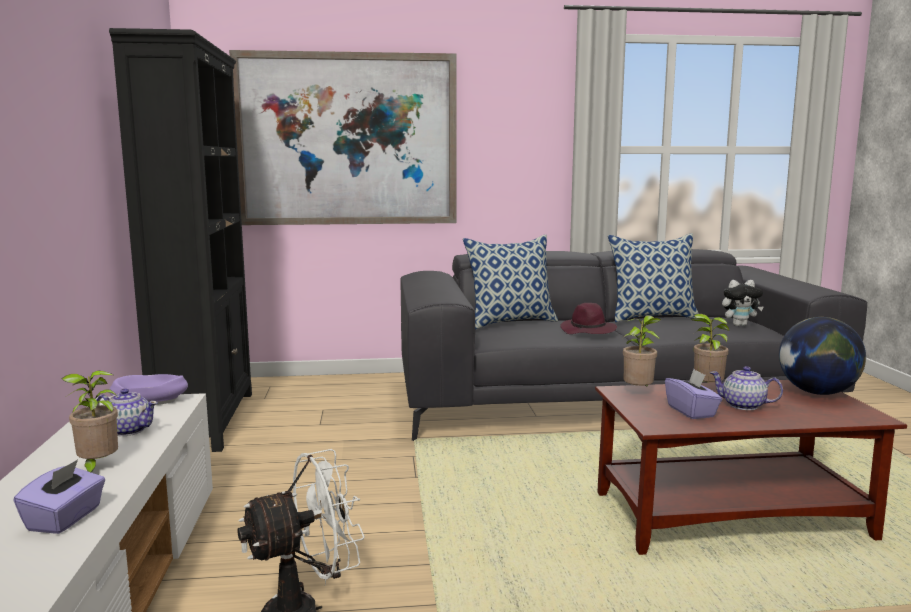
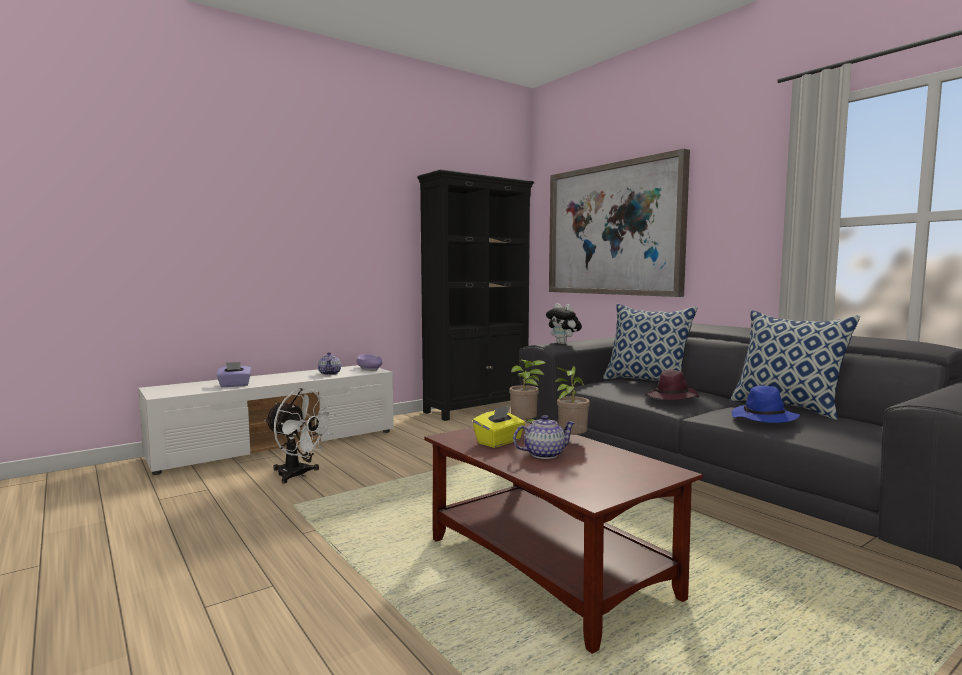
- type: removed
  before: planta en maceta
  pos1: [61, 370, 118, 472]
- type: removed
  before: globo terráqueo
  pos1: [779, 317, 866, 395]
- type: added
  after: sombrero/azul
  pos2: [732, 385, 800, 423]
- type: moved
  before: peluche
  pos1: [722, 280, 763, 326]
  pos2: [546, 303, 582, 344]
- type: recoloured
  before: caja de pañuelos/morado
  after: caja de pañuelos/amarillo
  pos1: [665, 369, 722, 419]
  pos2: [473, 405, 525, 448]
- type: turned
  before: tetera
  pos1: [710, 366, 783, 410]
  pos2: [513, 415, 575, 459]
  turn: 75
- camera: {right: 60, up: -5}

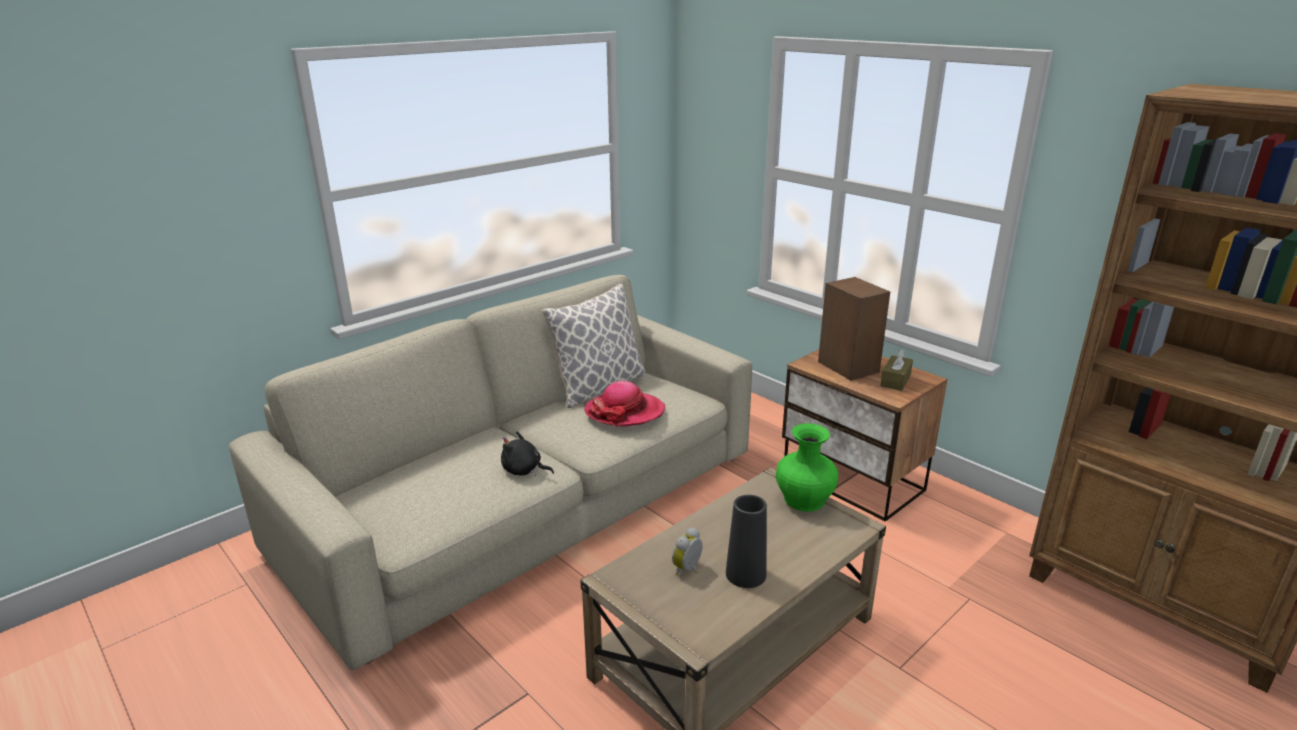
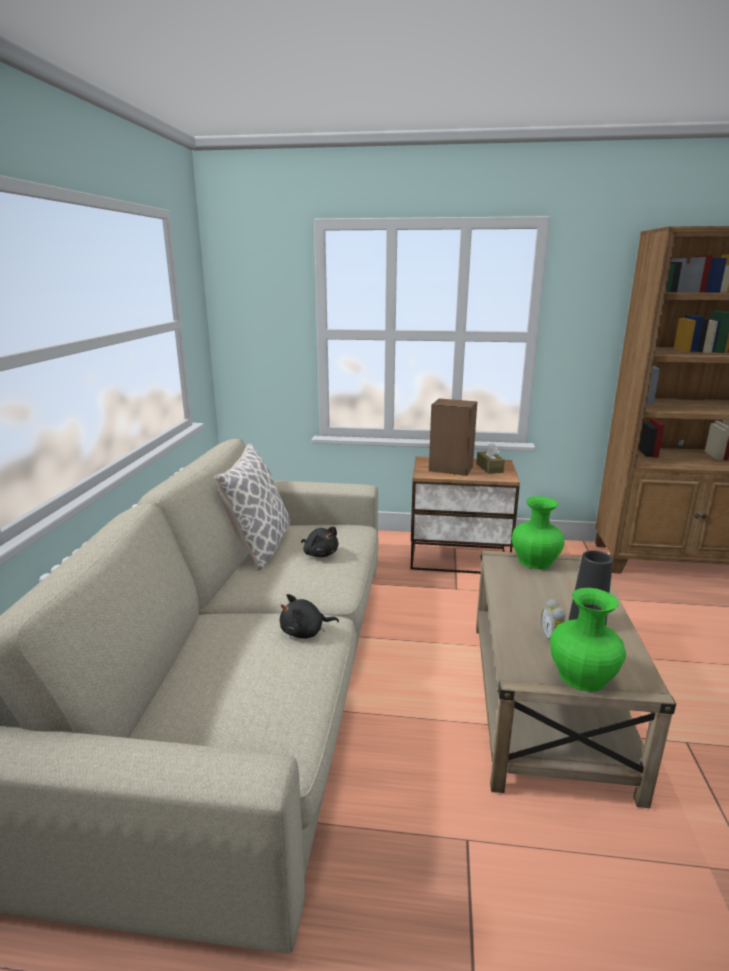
- type: added
  after: florero/verde
  pos2: [550, 588, 626, 692]
- type: replaced
  before: sombrero
  after: peluche/negro
  pos1: [584, 381, 665, 427]
  pos2: [301, 527, 339, 557]
- camera: {right: -40, up: -5}

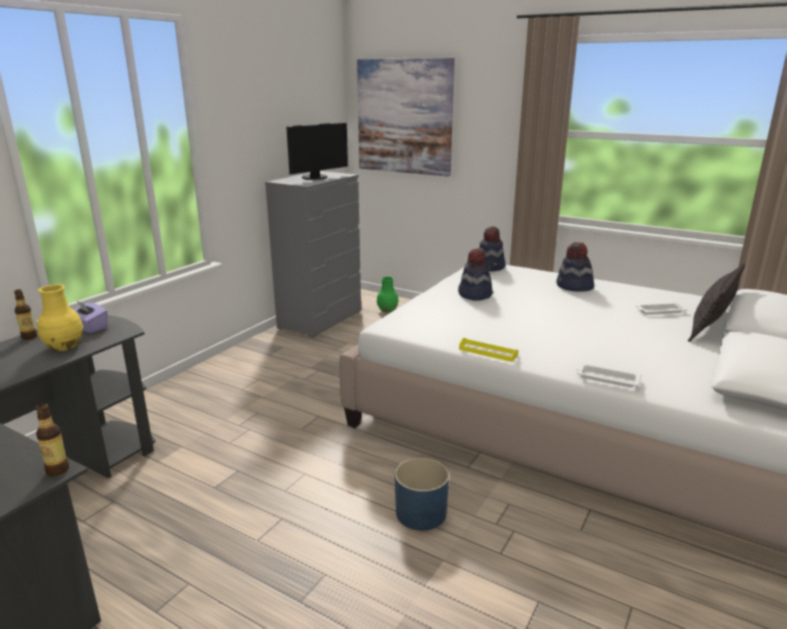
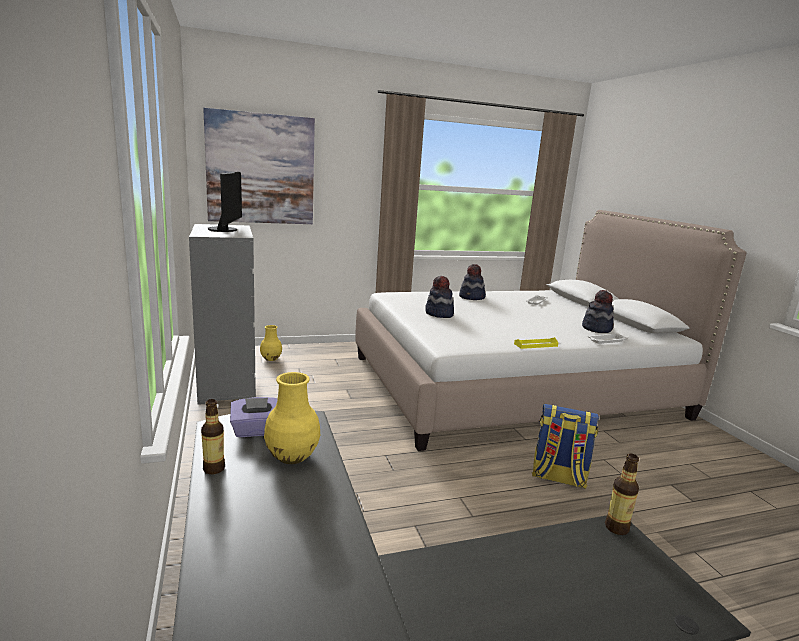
- type: removed
  before: cojín
  pos1: [688, 263, 745, 342]
- type: moved
  before: sombrero
  pos1: [479, 226, 506, 272]
  pos2: [582, 290, 614, 333]
- type: replaced
  before: maceta/azul
  after: mochila
  pos1: [395, 458, 449, 531]
  pos2: [532, 404, 599, 489]
- type: recoloured
  before: florero/verde
  after: florero/amarillo
  pos1: [377, 276, 399, 313]
  pos2: [260, 325, 282, 361]
- camera: {right: -50, up: -5}

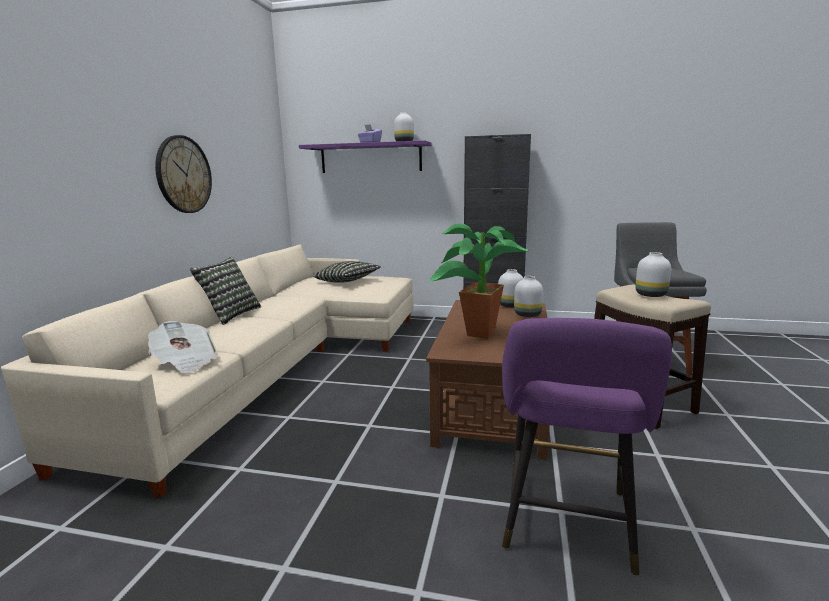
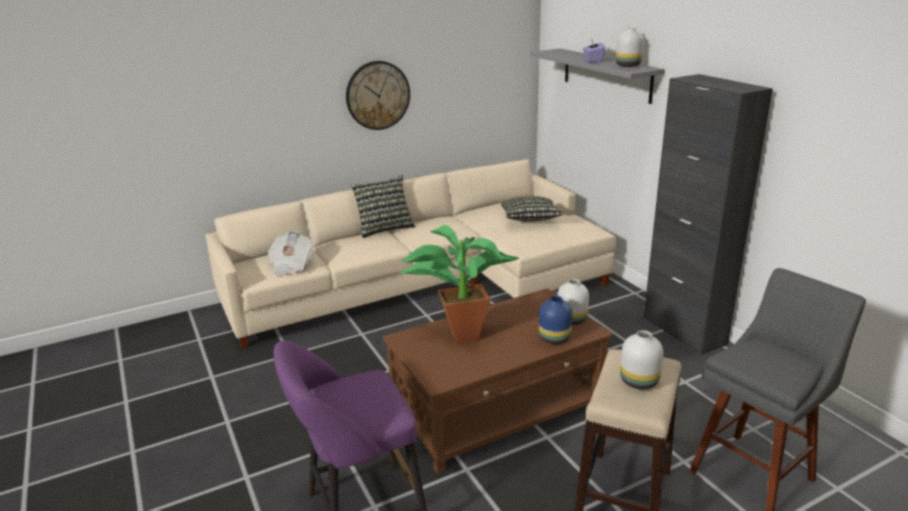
- type: recoloured
  before: estante/morado
  after: estante/gris
  pos1: [299, 140, 432, 173]
  pos2: [530, 49, 665, 104]
- type: recoloured
  before: florero/blanco
  after: florero/azul
  pos1: [514, 276, 543, 317]
  pos2: [539, 296, 572, 344]
- camera: {right: 50, up: 10}

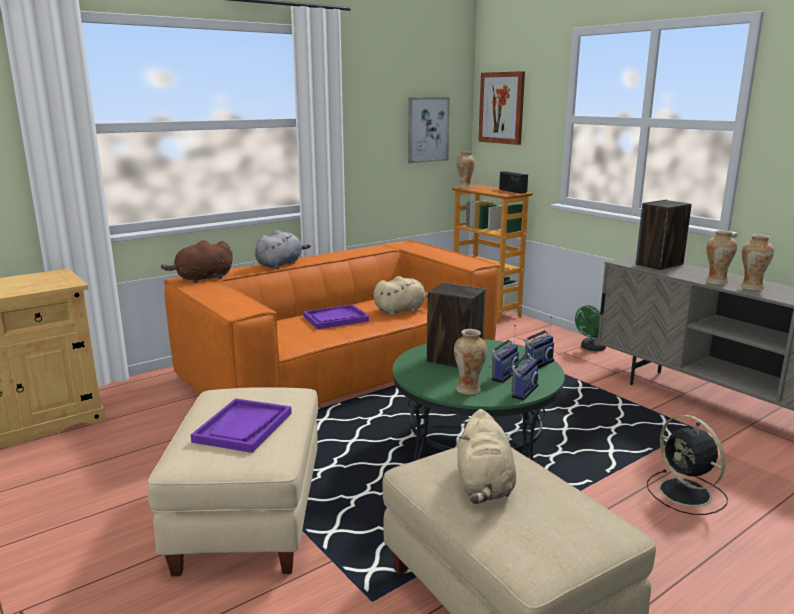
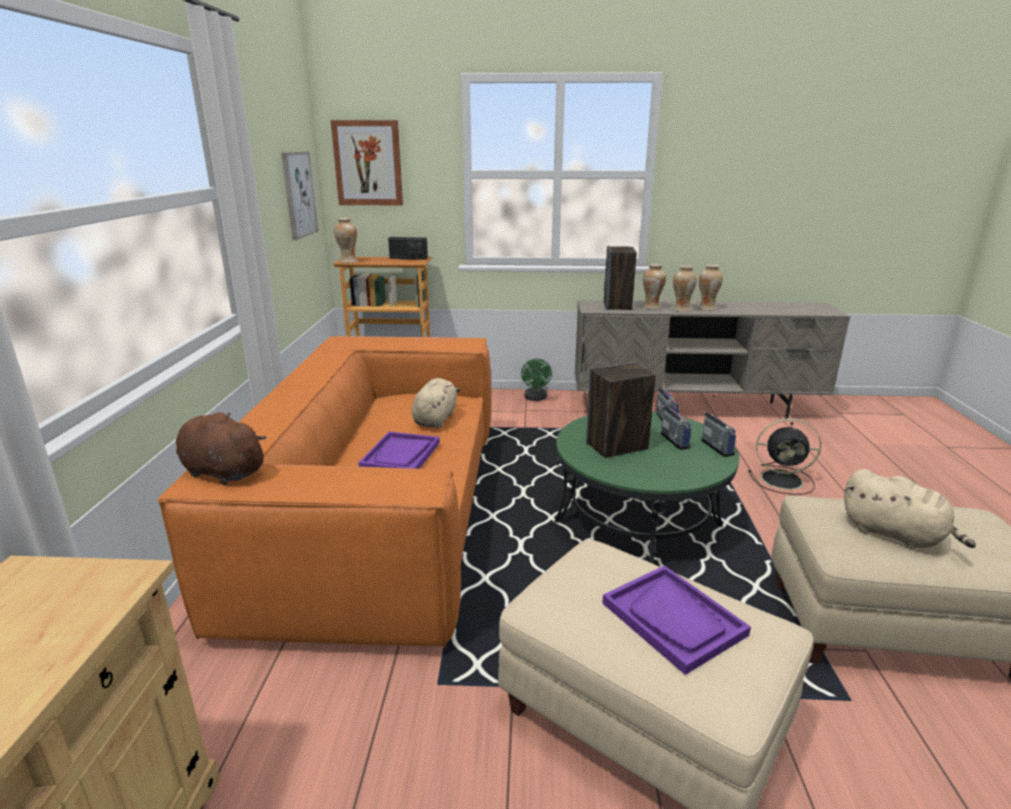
- type: removed
  before: peluche/gris
  pos1: [255, 230, 311, 269]
- type: moved
  before: florero
  pos1: [454, 329, 487, 395]
  pos2: [643, 264, 666, 310]
- type: turned
  before: peluche/marrón
  pos1: [161, 240, 233, 283]
  pos2: [176, 412, 267, 485]
  turn: 105
- camera: {right: -50, up: 5}

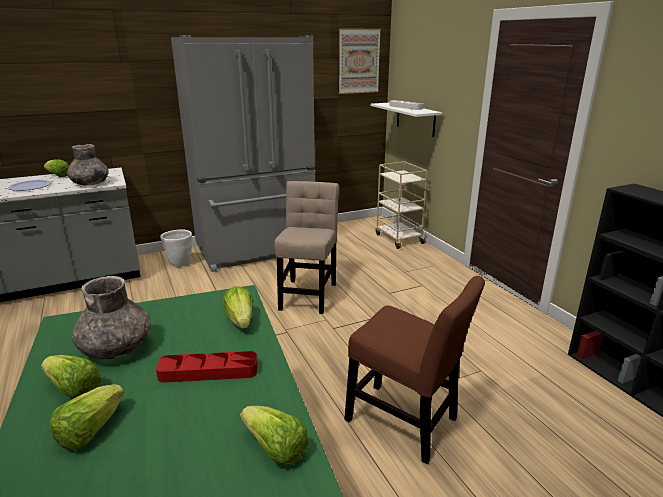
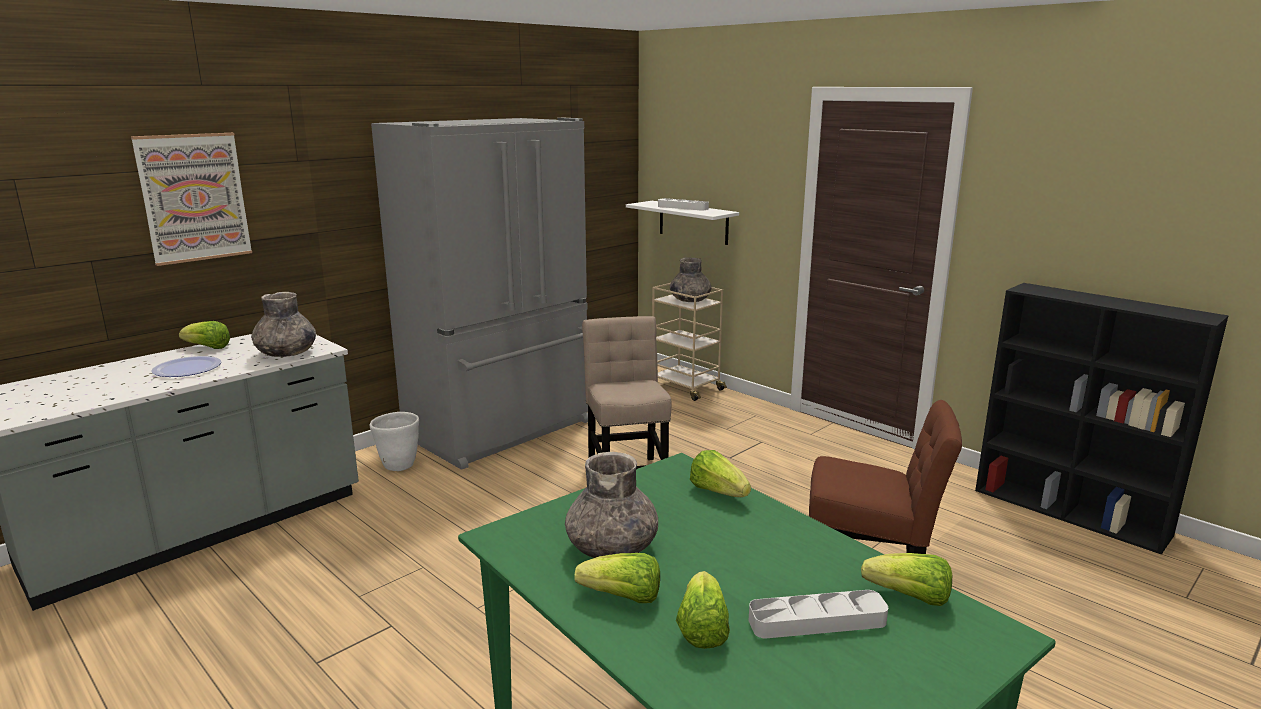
- type: removed
  before: bandeja/rojo
  pos1: [156, 351, 258, 383]
- type: added
  after: florero/gris
  pos2: [670, 257, 711, 302]
- type: added
  after: bandeja/gris
  pos2: [749, 590, 888, 638]
- type: moved
  before: cuadro
  pos1: [339, 28, 381, 94]
  pos2: [131, 133, 252, 266]
- camera: {right: -20, up: -5}

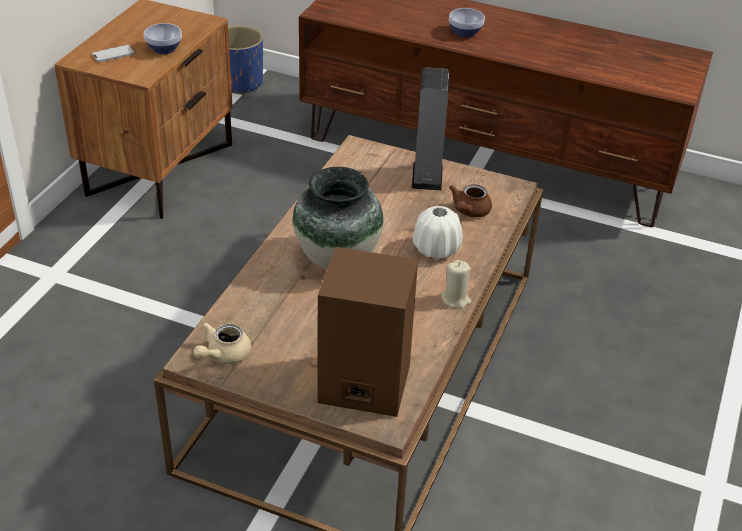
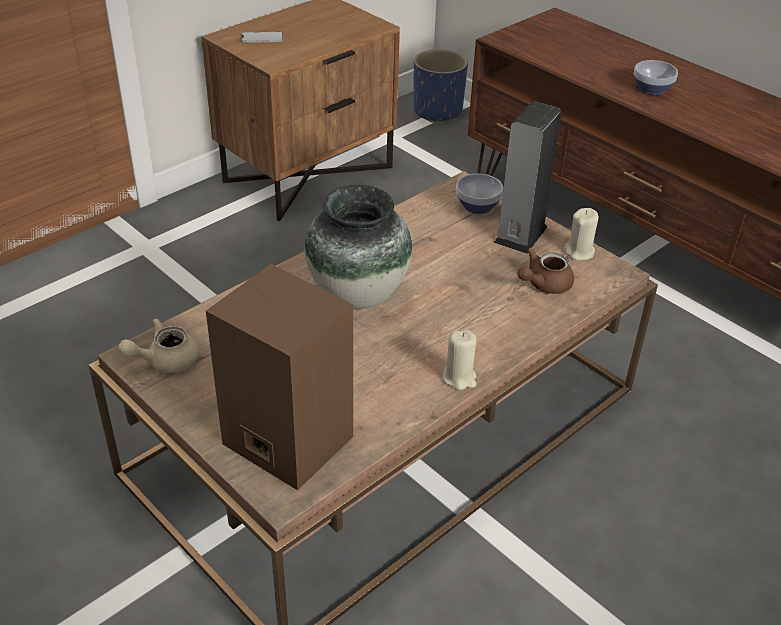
- type: removed
  before: florero/blanco
  pos1: [413, 206, 463, 259]
- type: added
  after: vela/beis
  pos2: [564, 208, 599, 260]
- type: moved
  before: cuenco
  pos1: [144, 23, 182, 54]
  pos2: [456, 174, 503, 214]
- camera: {right: 25, up: 0}

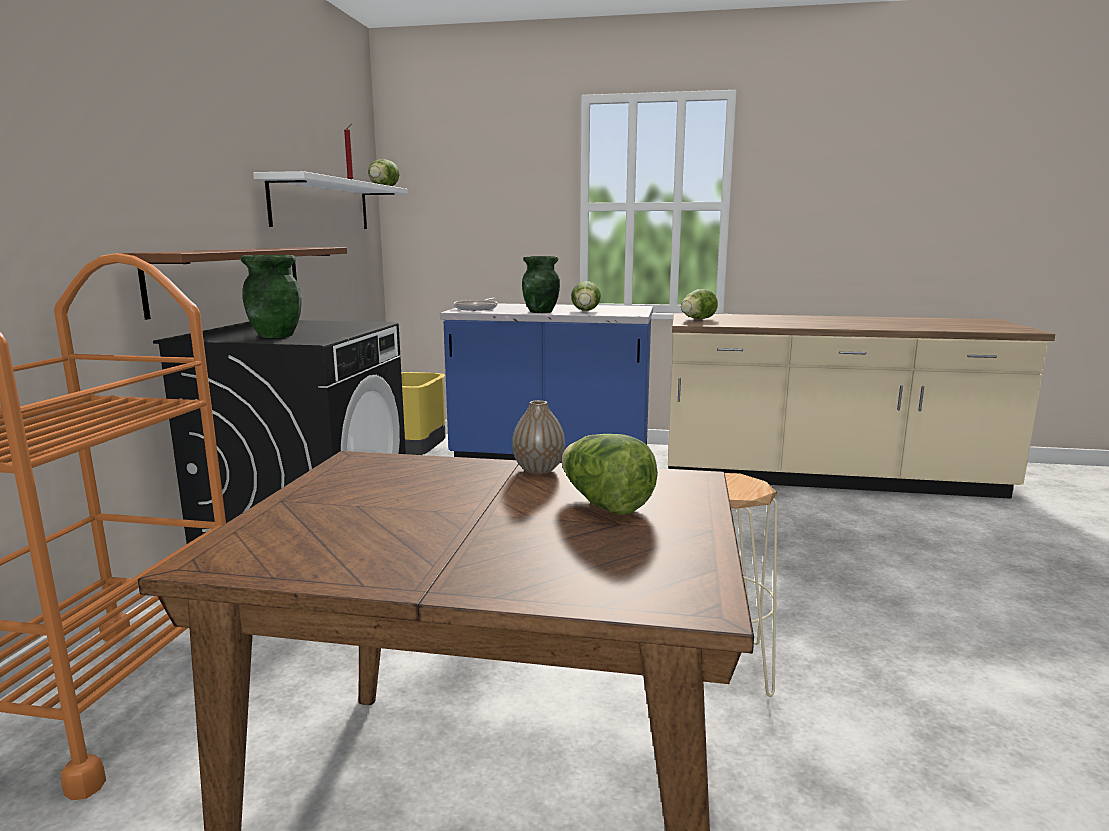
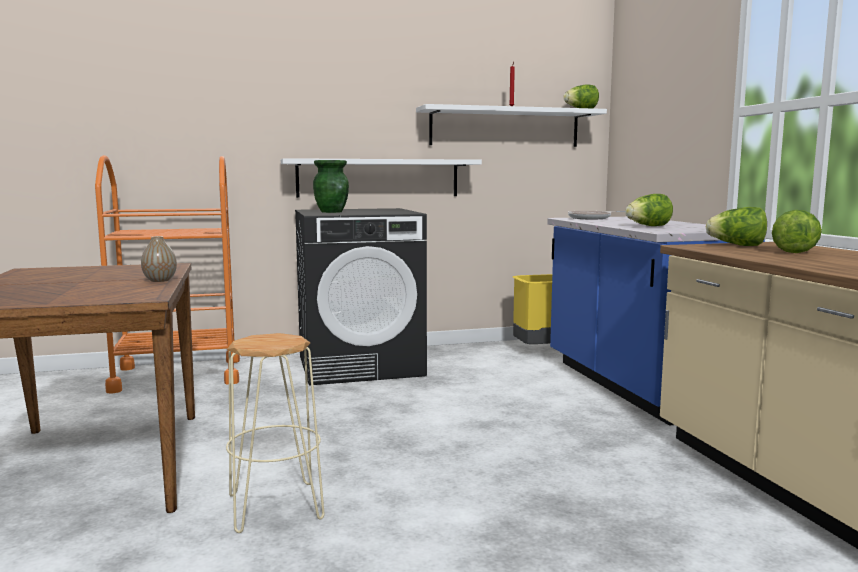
- type: removed
  before: florero/verde
  pos1: [522, 256, 560, 313]
- type: moved
  before: lechuga
  pos1: [561, 434, 658, 515]
  pos2: [772, 210, 822, 253]
- type: recoloured
  before: estante/marrón
  after: estante/blanco
  pos1: [120, 247, 347, 320]
  pos2: [281, 158, 482, 198]
- camera: {right: 65, up: -5}

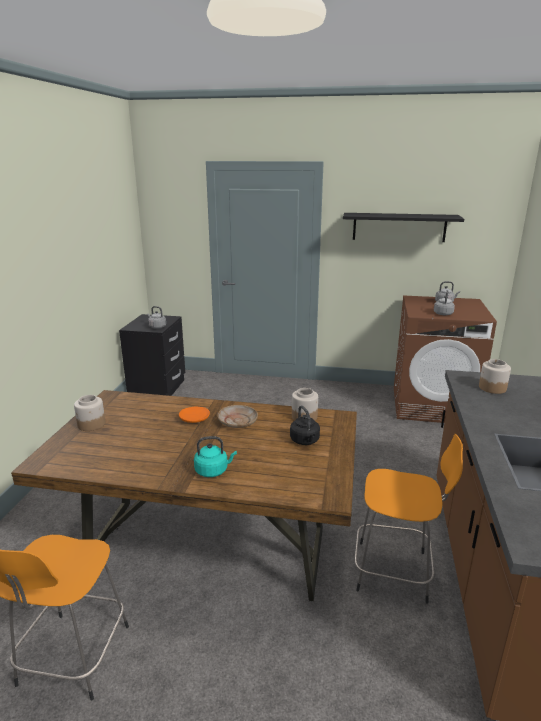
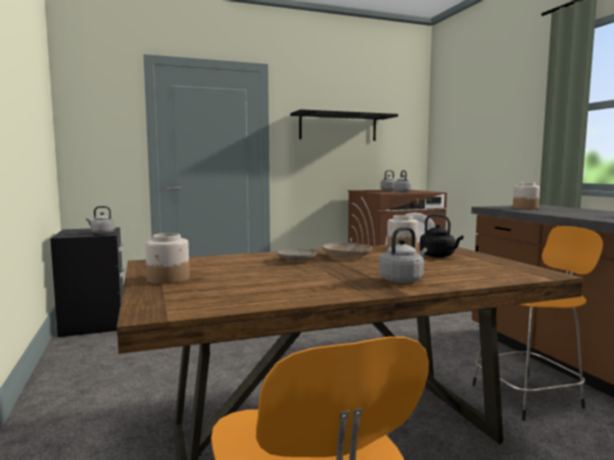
- type: recoloured
  before: plato/naranja
  after: plato/beis
  pos1: [179, 406, 210, 423]
  pos2: [277, 249, 316, 263]
- type: recoloured
  before: hervidor/turquesa
  after: hervidor/gris
  pos1: [194, 436, 237, 477]
  pos2: [379, 227, 427, 283]
- camera: {right: -30, up: -15}

